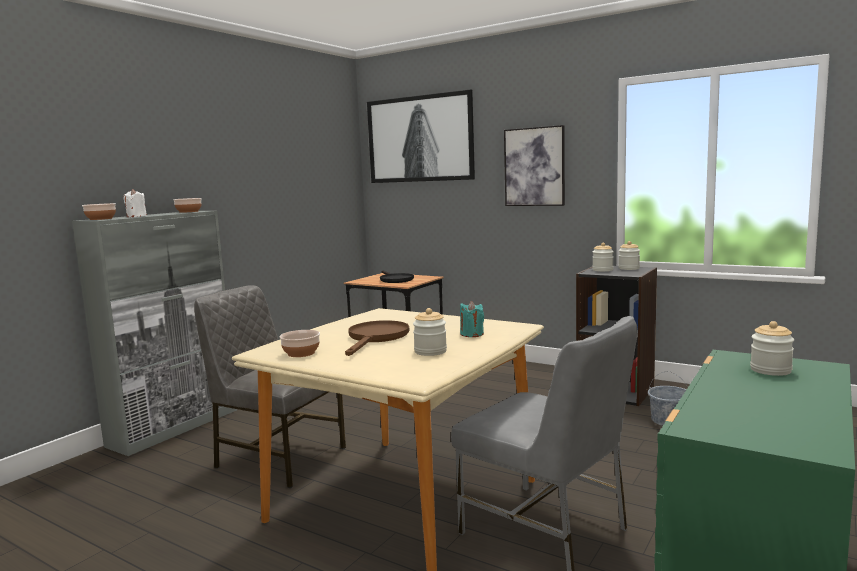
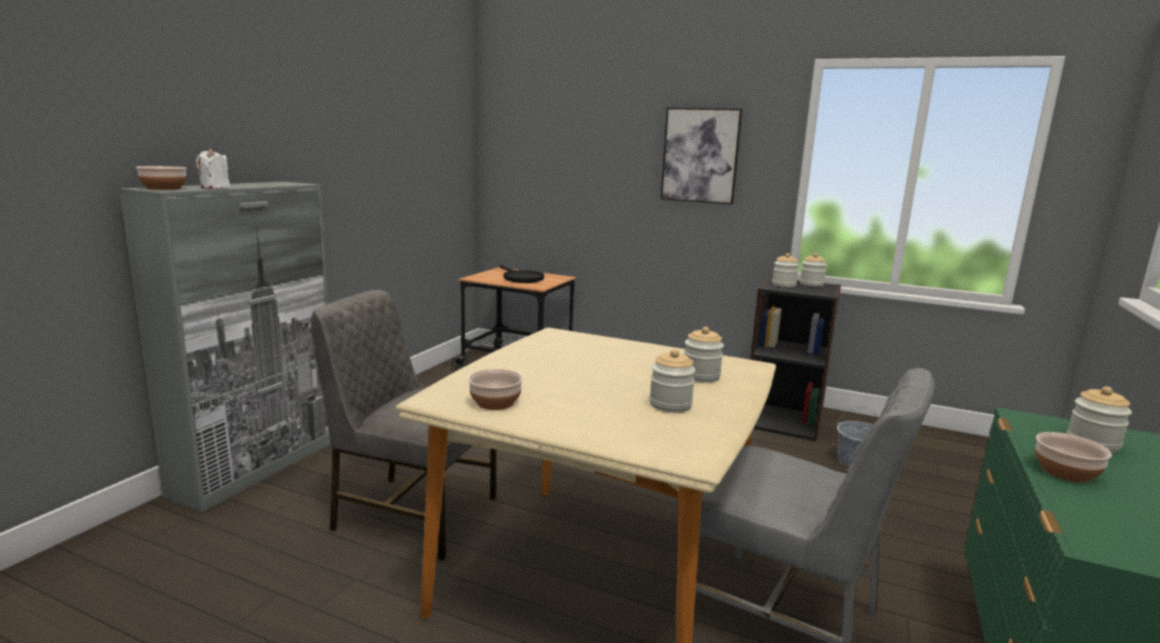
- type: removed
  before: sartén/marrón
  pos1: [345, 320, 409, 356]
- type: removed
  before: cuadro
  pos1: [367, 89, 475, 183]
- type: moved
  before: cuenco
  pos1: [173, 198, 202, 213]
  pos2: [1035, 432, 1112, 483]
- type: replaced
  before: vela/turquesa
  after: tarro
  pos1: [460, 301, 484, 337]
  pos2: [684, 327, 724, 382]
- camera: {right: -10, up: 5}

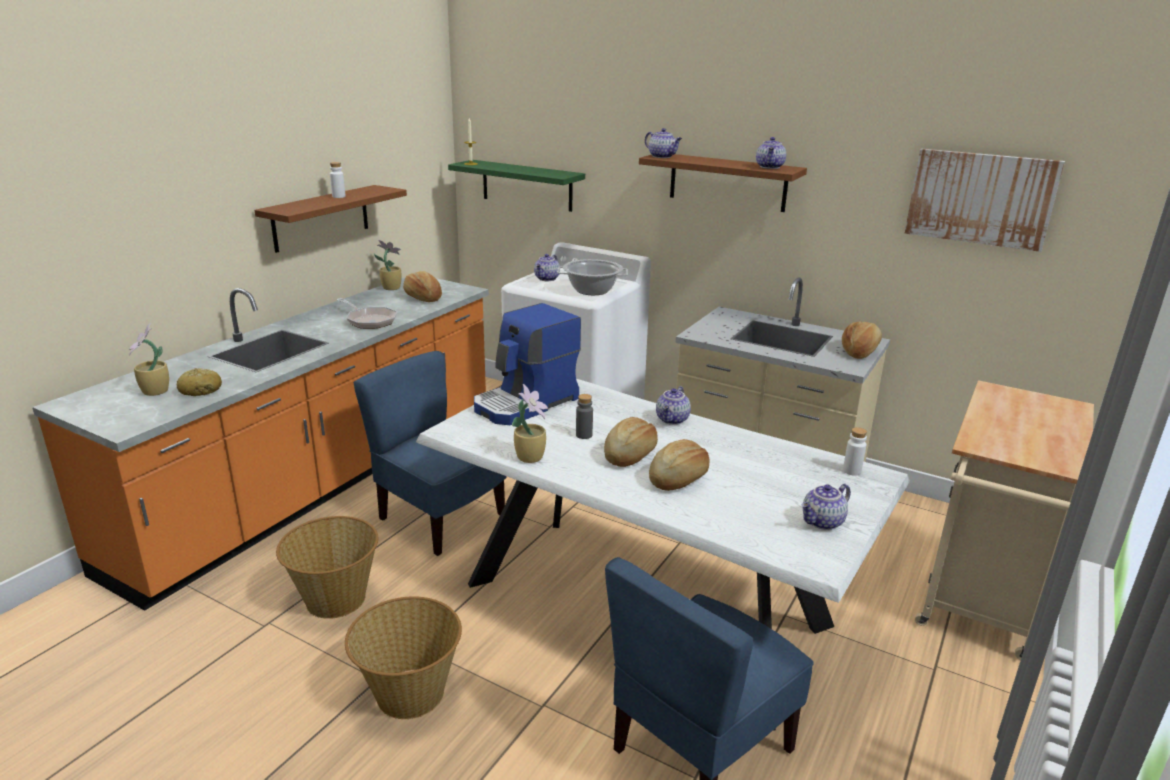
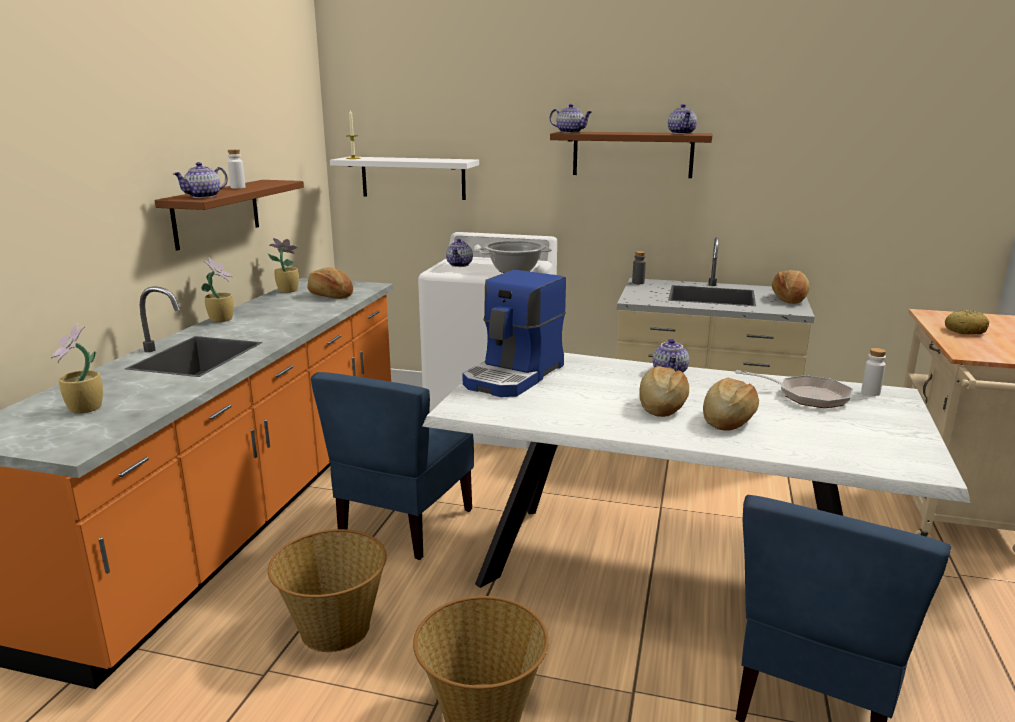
- type: removed
  before: cuadro
  pos1: [905, 149, 1065, 252]
- type: moved
  before: pan
  pos1: [177, 368, 222, 396]
  pos2: [945, 310, 989, 334]
- type: moved
  before: sartén
  pos1: [336, 298, 397, 329]
  pos2: [735, 370, 852, 408]
- type: moved
  before: planta en maceta
  pos1: [512, 384, 548, 463]
  pos2: [201, 257, 234, 322]
- type: moved
  before: botella/gris
  pos1: [576, 394, 593, 439]
  pos2: [632, 251, 646, 284]
- type: moved
  before: tetera
  pos1: [801, 484, 851, 530]
  pos2: [173, 162, 228, 198]
- type: recoloured
  before: estante/verde
  after: estante/blanco
  pos1: [448, 160, 585, 212]
  pos2: [330, 157, 479, 200]
- type: turned
  before: silla/azul
  pos1: [353, 351, 507, 556]
  pos2: [311, 372, 474, 560]
  turn: -90
- camera: {right: -15, up: -5}

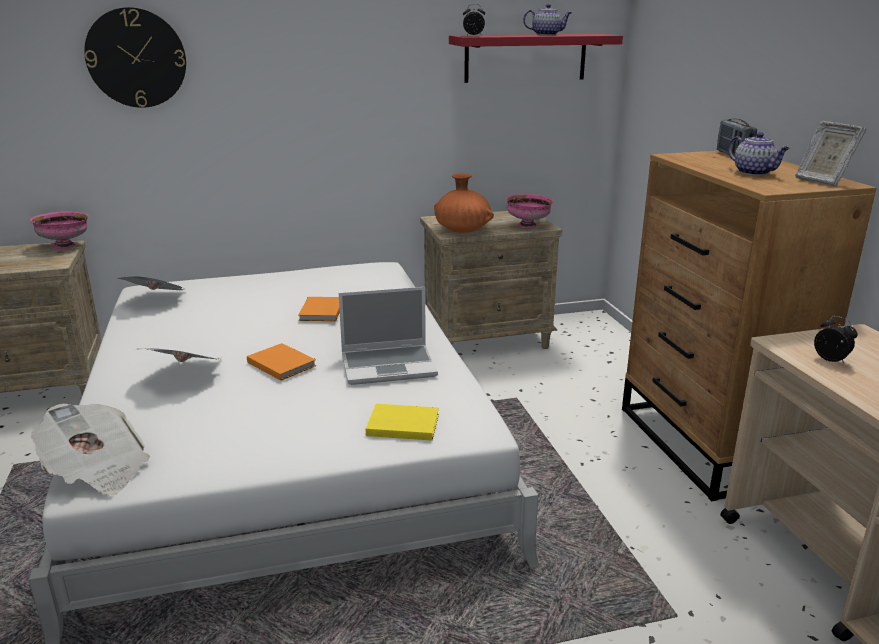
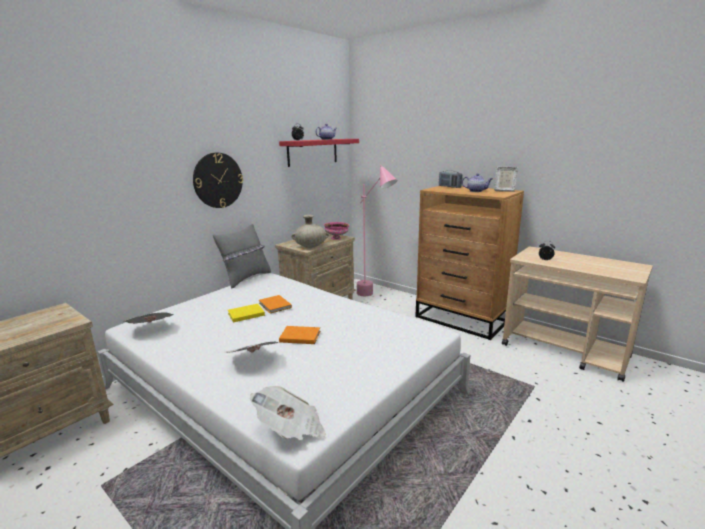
- type: removed
  before: cuenco/rosa
  pos1: [30, 211, 88, 249]
- type: removed
  before: portátil
  pos1: [339, 287, 438, 385]
- type: added
  after: cojín/gris
  pos2: [213, 224, 271, 289]
- type: added
  after: lámpara de pie/rosa
  pos2: [357, 165, 397, 296]
- type: moved
  before: reloj de pared
  pos1: [84, 7, 186, 108]
  pos2: [193, 153, 243, 208]
- type: moved
  before: libro/amarillo
  pos1: [366, 404, 439, 441]
  pos2: [228, 304, 265, 322]
- type: recoloured
  before: florero/naranja
  after: florero/beis
  pos1: [434, 173, 494, 233]
  pos2: [291, 215, 329, 248]
- camera: {right: -35, up: -5}

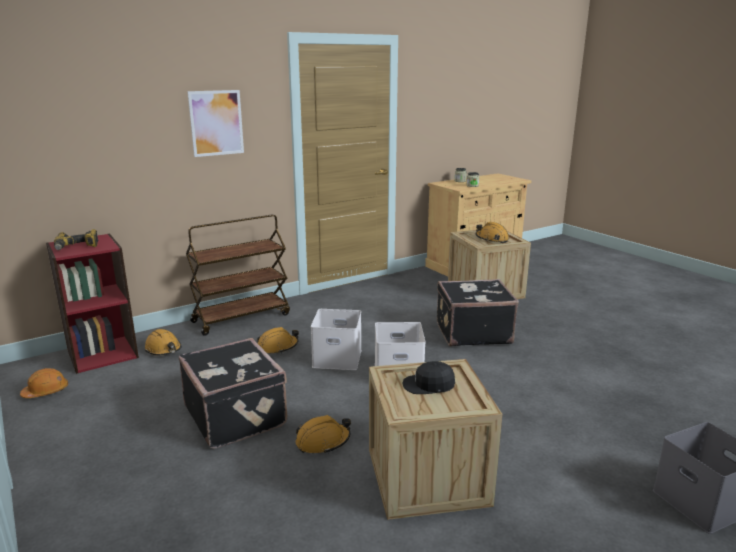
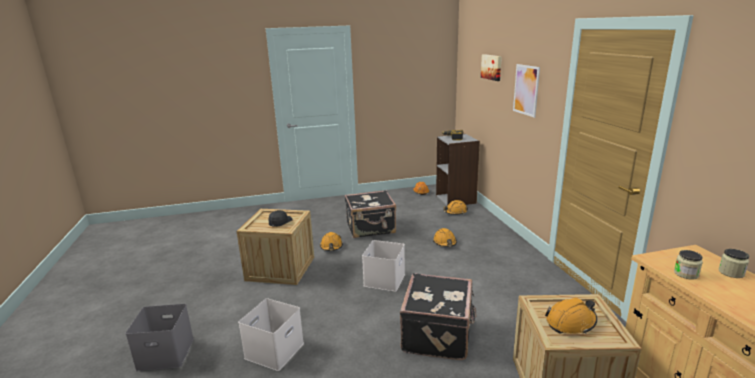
- type: removed
  before: carrito/marrón
  pos1: [186, 215, 290, 336]
- type: added
  after: cuadro
  pos2: [481, 54, 502, 81]
- type: moved
  before: caja de almacenaje/blanco
  pos1: [311, 309, 362, 370]
  pos2: [238, 298, 304, 371]
- type: recoloured
  before: estantería/rojo
  after: estantería/gris
  pos1: [46, 234, 139, 374]
  pos2: [436, 134, 480, 206]
- camera: {right: 110, up: 0}

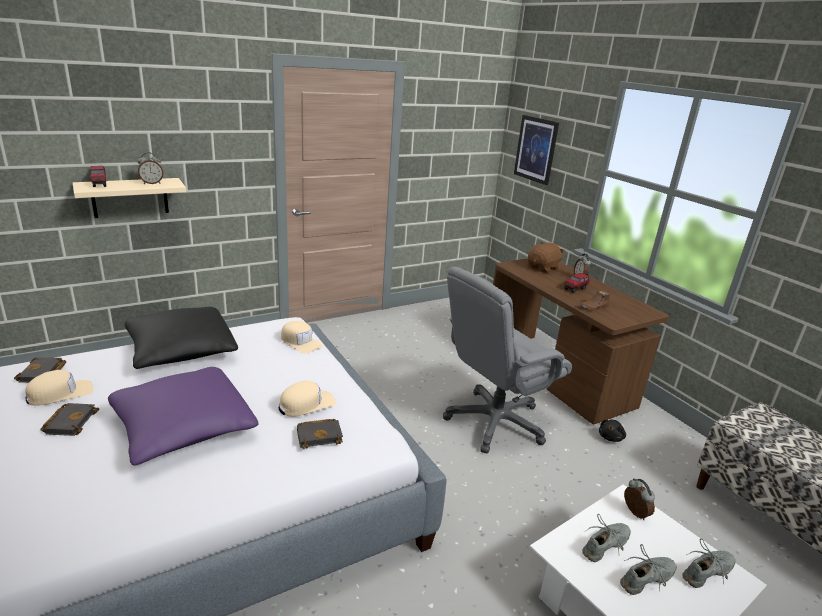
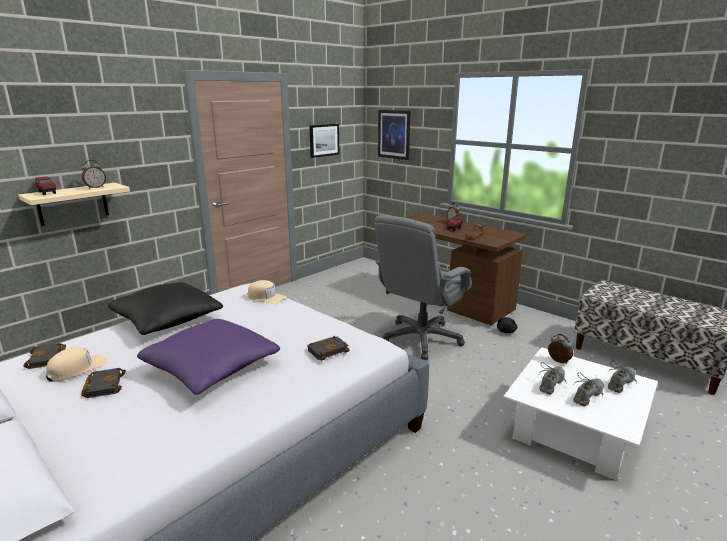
- type: removed
  before: gorra/beis
  pos1: [279, 381, 336, 417]
- type: removed
  before: peluche/marrón
  pos1: [528, 242, 565, 273]
- type: added
  after: cuadro
  pos2: [309, 124, 339, 158]
- camera: {right: -15, up: -5}

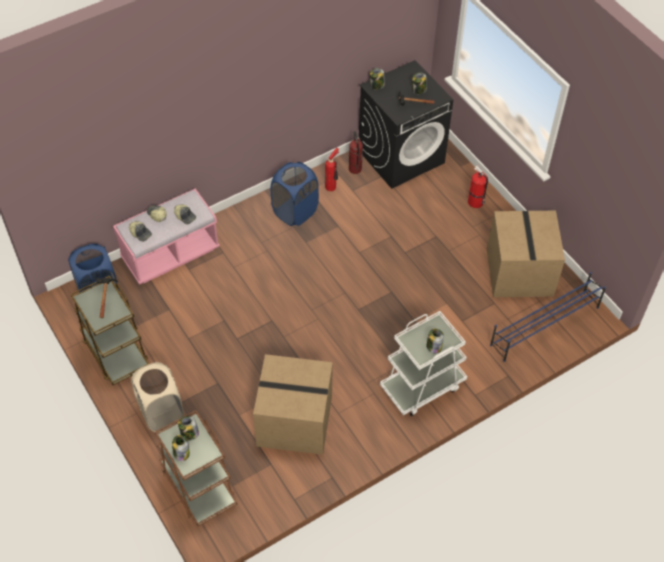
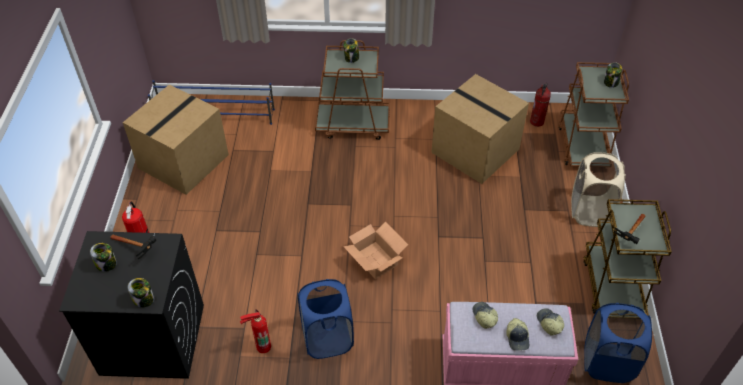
- type: removed
  before: tarro
  pos1: [178, 416, 199, 441]
- type: added
  after: caja de cartón
  pos2: [343, 222, 408, 279]
- type: moved
  before: extintor
  pos1: [349, 131, 363, 174]
  pos2: [530, 83, 551, 127]
- type: recoloured
  before: carrito/blanco
  after: carrito/marrón
  pos1: [380, 311, 467, 416]
  pos2: [315, 40, 390, 140]
- camera: {right: -145, up: -5}

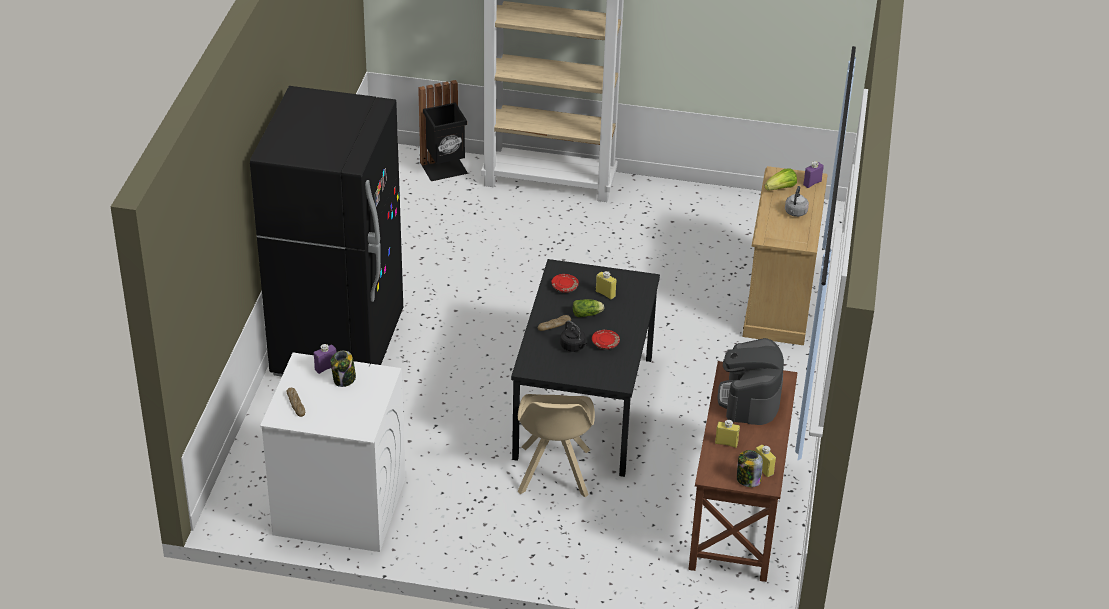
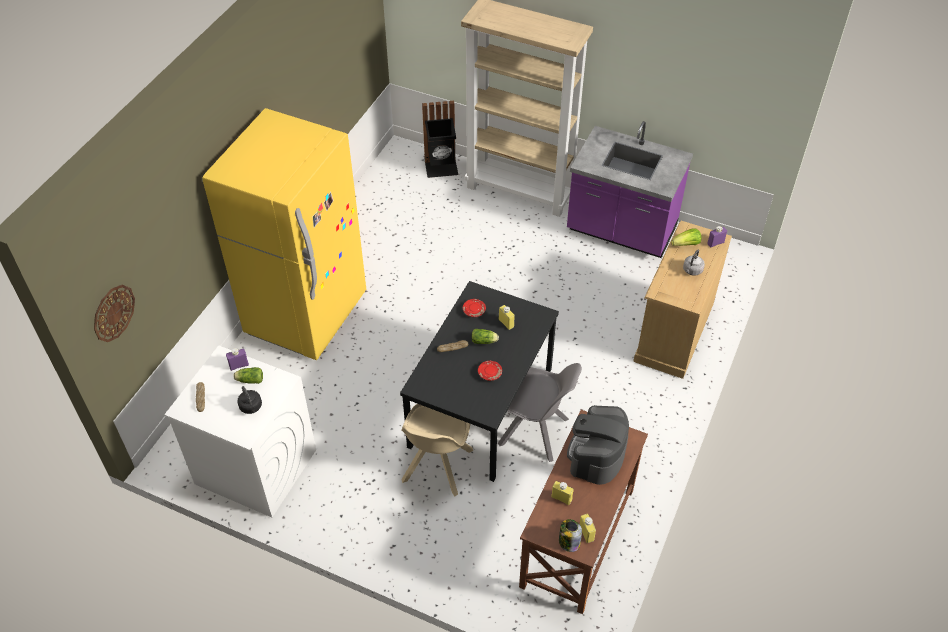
- type: added
  after: reloj de pared
  pos2: [94, 285, 135, 342]
- type: added
  after: silla/gris
  pos2: [498, 363, 582, 462]
- type: added
  after: mueble bajo de cocina/morado
  pos2: [567, 121, 693, 258]
- type: moved
  before: hervidor/negro
  pos1: [560, 320, 587, 352]
  pos2: [237, 386, 262, 414]
- type: replaced
  before: tarro
  after: lechuga
  pos1: [331, 351, 356, 387]
  pos2: [234, 367, 263, 384]
- type: recoloured
  before: nevera/negro
  after: nevera/amarillo
  pos1: [250, 86, 403, 377]
  pos2: [202, 108, 366, 360]
- camera: {right: 15, up: 10}

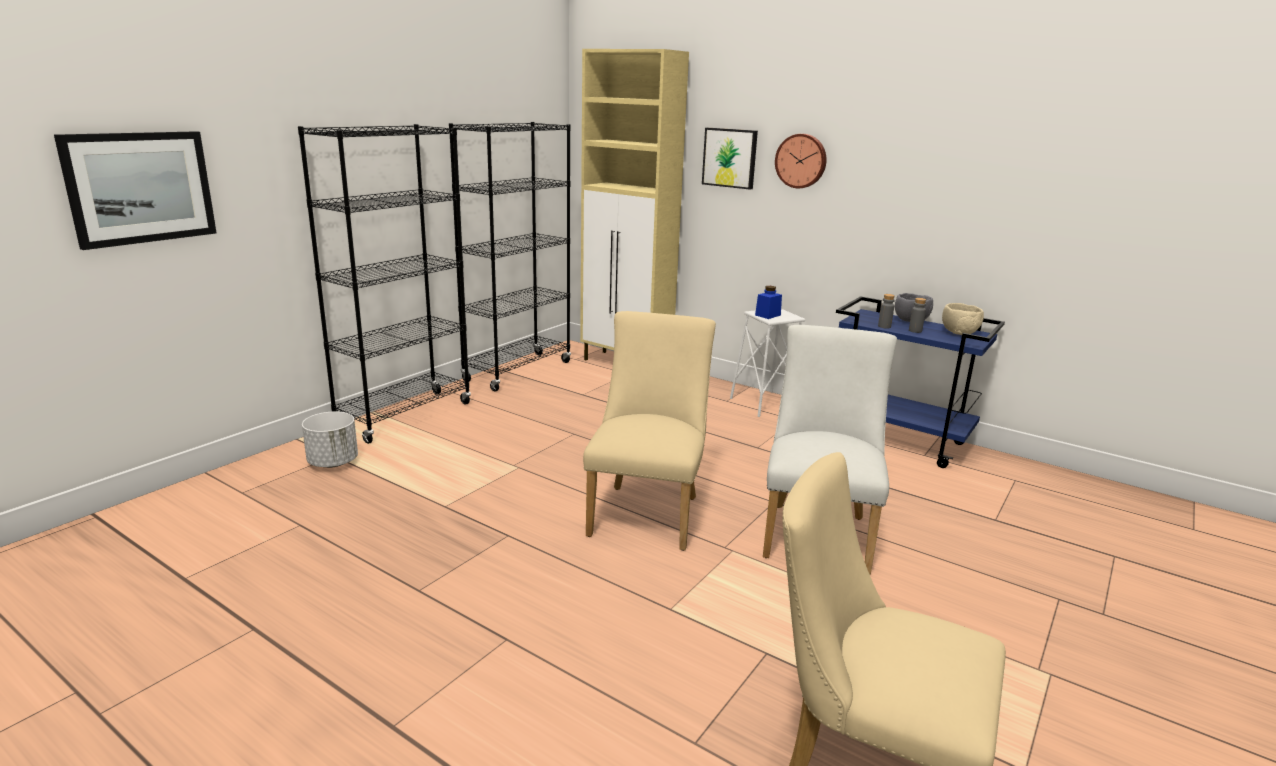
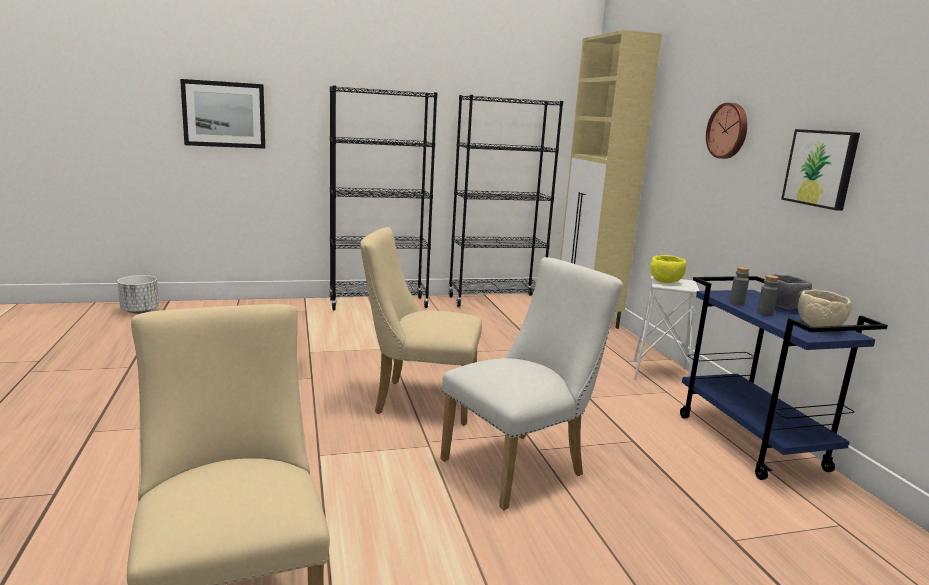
- type: moved
  before: maceta/blanco
  pos1: [302, 411, 358, 468]
  pos2: [118, 275, 159, 314]
- type: moved
  before: cuadro
  pos1: [702, 128, 758, 190]
  pos2: [781, 129, 860, 211]
- type: replaced
  before: tarro/azul
  after: cuenco/amarillo
  pos1: [755, 286, 782, 319]
  pos2: [650, 255, 686, 283]
- type: turned
  before: silla/beis
  pos1: [583, 311, 716, 551]
  pos2: [360, 227, 482, 425]
  turn: -135
- camera: {right: 40, up: -5}

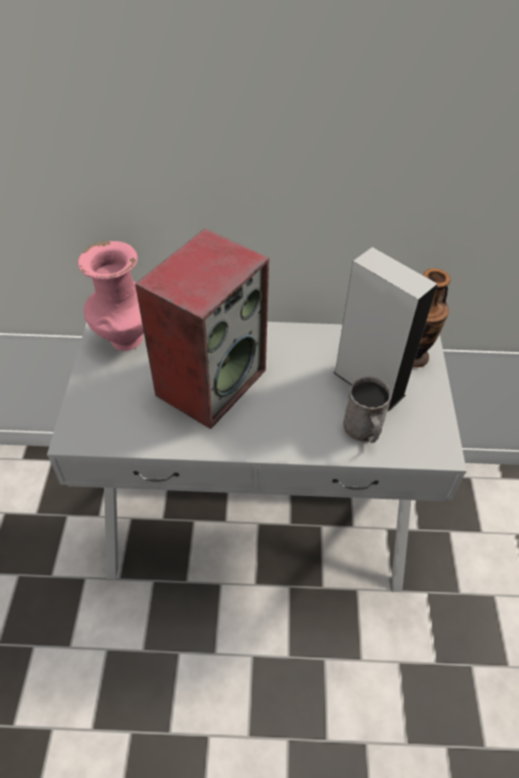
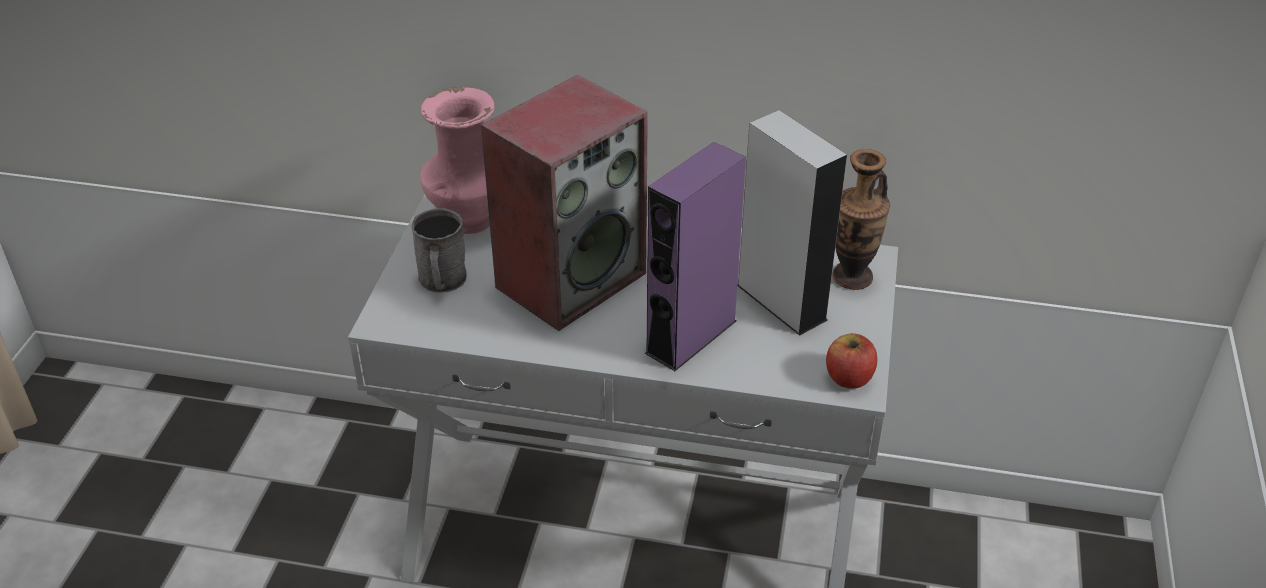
- type: added
  after: altavoz/morado
  pos2: [645, 142, 746, 371]
- type: added
  after: manzana
  pos2: [826, 333, 877, 389]
- type: moved
  before: taza grande/gris
  pos1: [343, 376, 391, 443]
  pos2: [411, 208, 467, 293]
- camera: {right: 10, up: -10}

